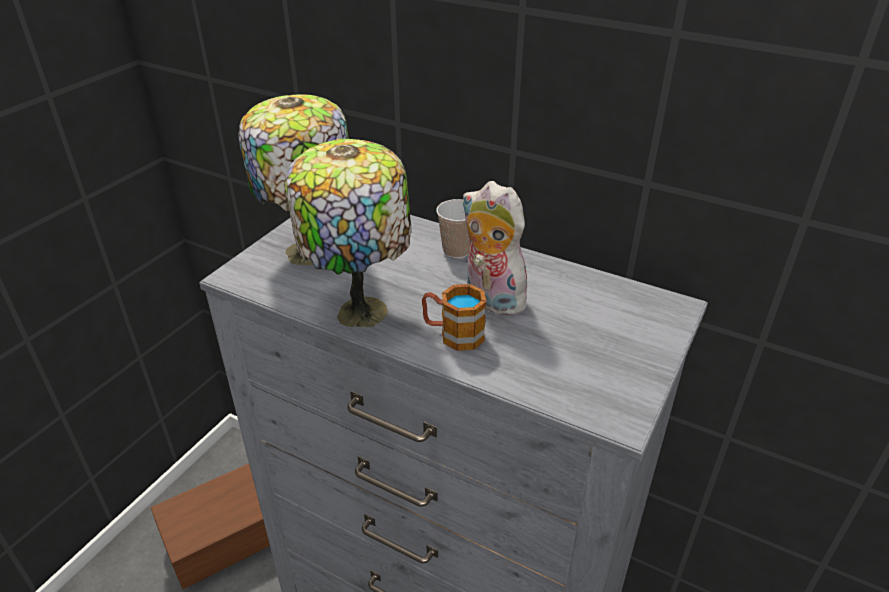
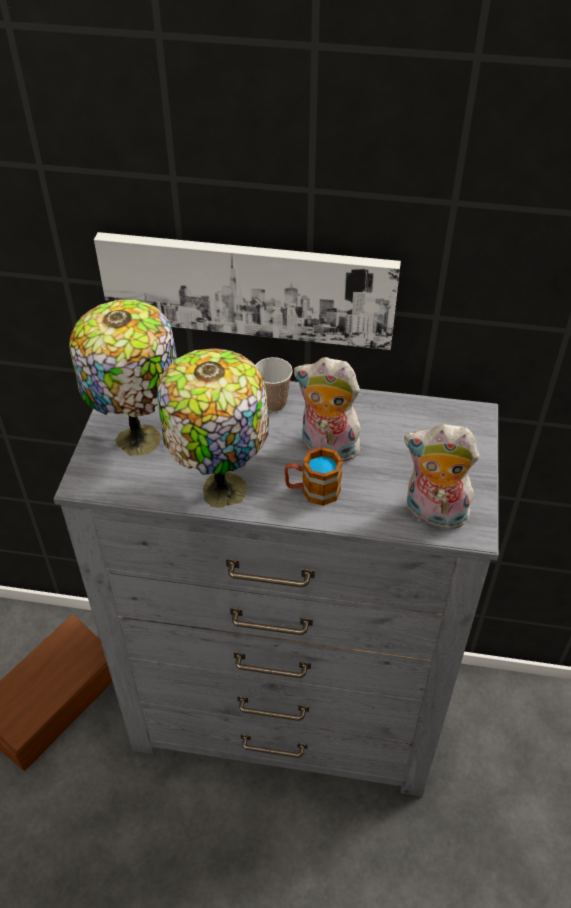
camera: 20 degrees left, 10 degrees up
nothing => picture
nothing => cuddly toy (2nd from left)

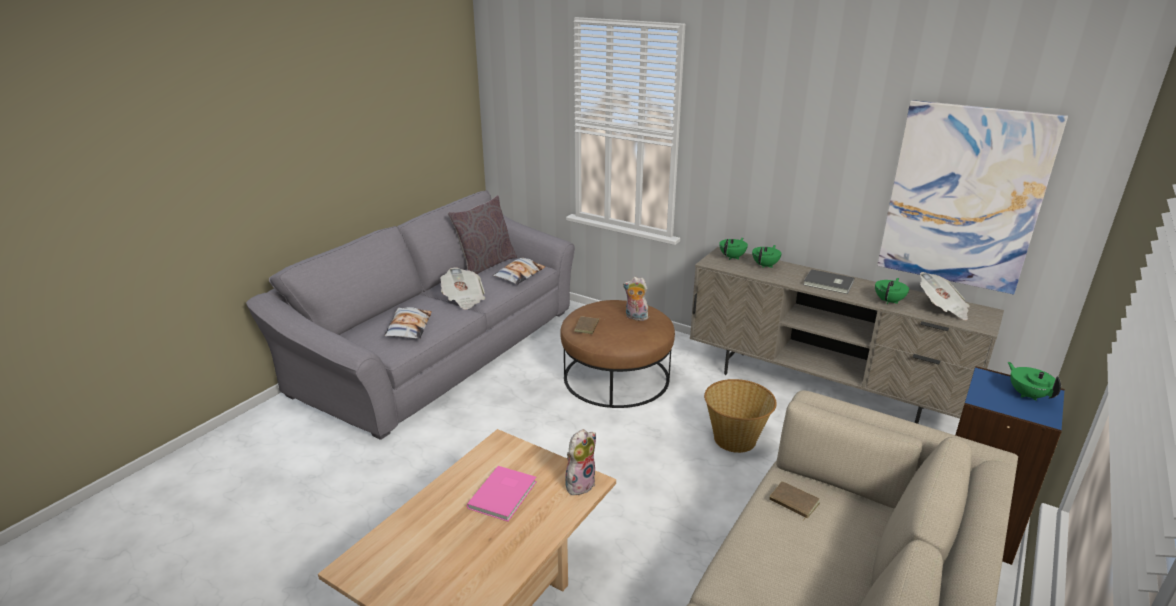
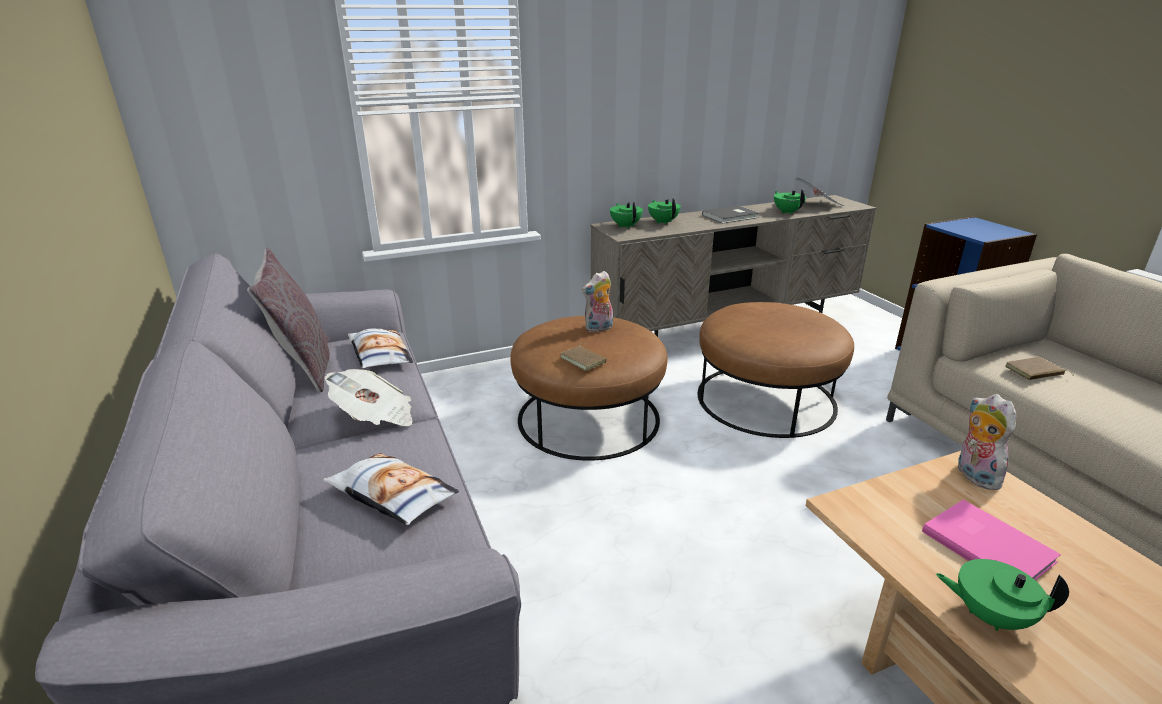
camera: 55 degrees left, 0 degrees up
household basket => brownish pouffe (2nd from left)
greenish teapot (4th from left), moved
picture => nothing

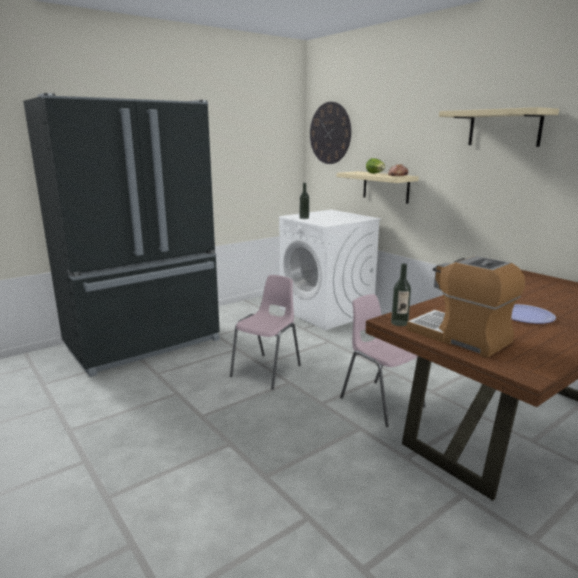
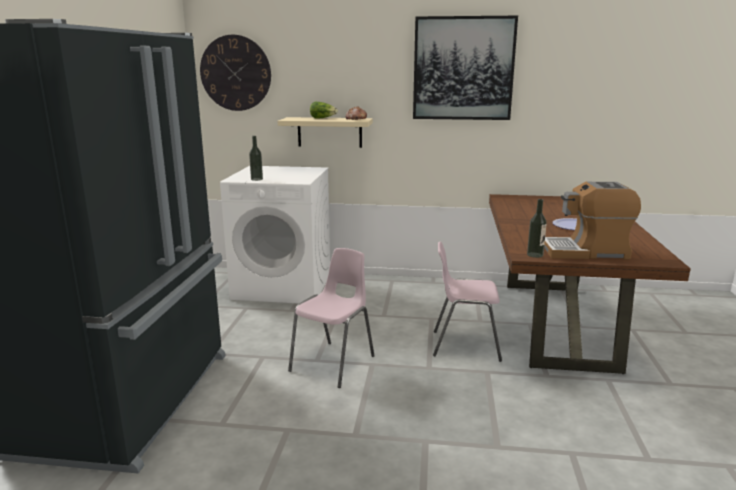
camera: 45 degrees left, 0 degrees up
pink-coloured upright chair (1st from left), 45 degrees clockwise
beige wall shelf (2nd from left) => picture

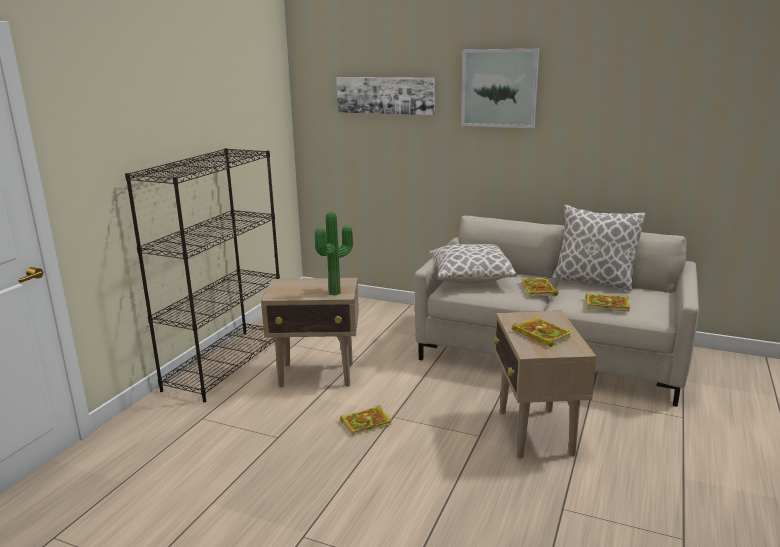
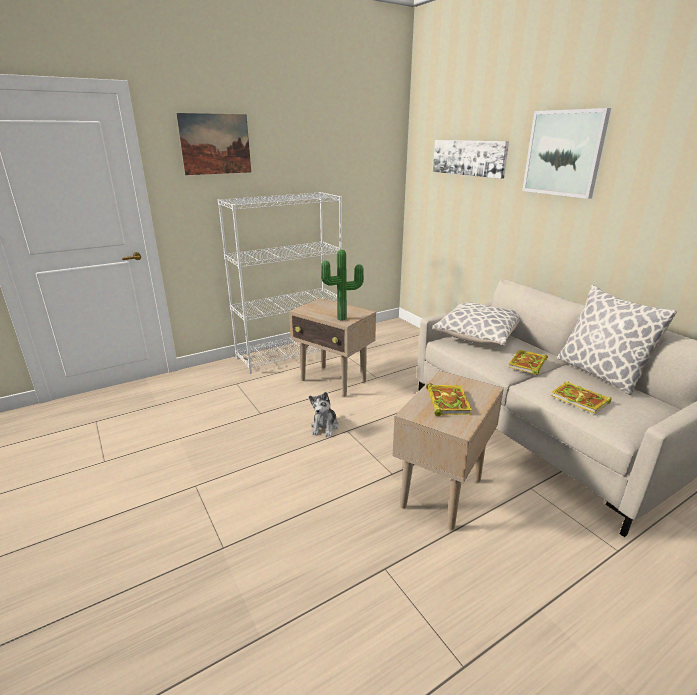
camera: 35 degrees right, 5 degrees up
nothing => picture (1st from left)
blackish shelving unit => white-coloured shelving unit
volume (1st from left) => cuddly toy

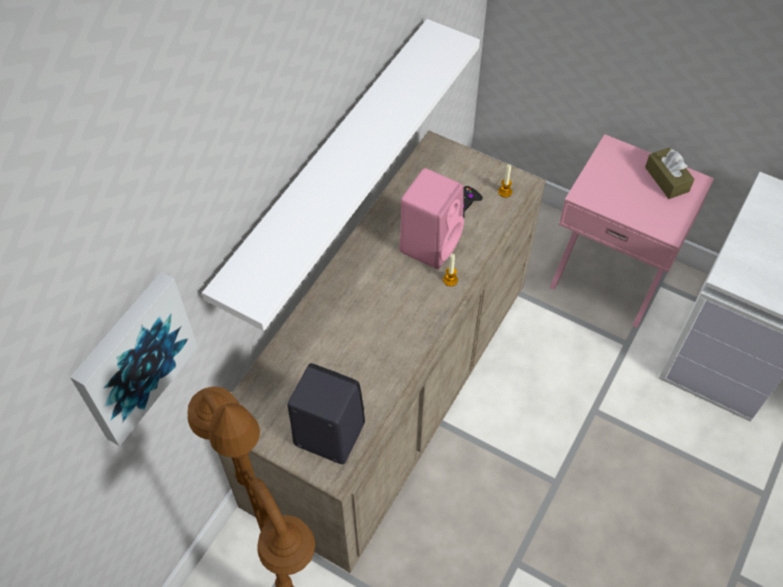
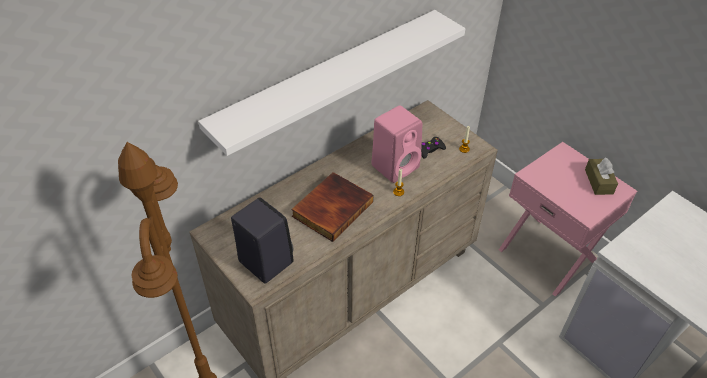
camera: 20 degrees right, 10 degrees down
nothing => volume
picture => nothing

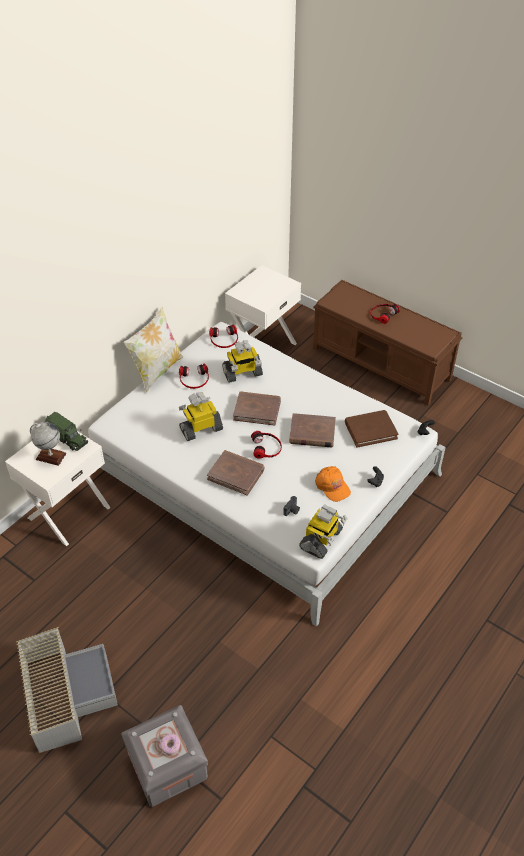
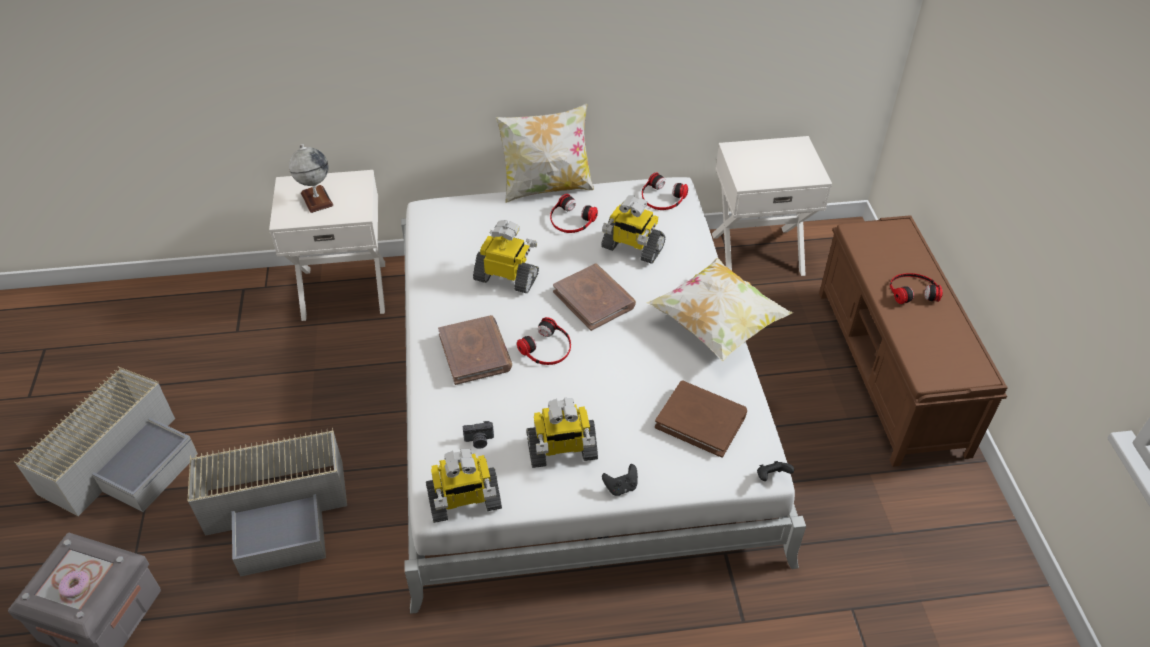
camera: 45 degrees right, 0 degrees up
nothing => greyish storage box (3rd from left)
orangey cap => model robot (3rd from left)
nothing => pillow (2nd from left)
toy truck => nothing
brownish volume (3rd from left) => nothing

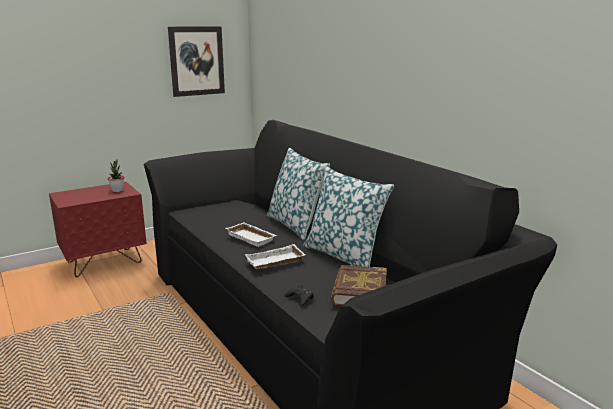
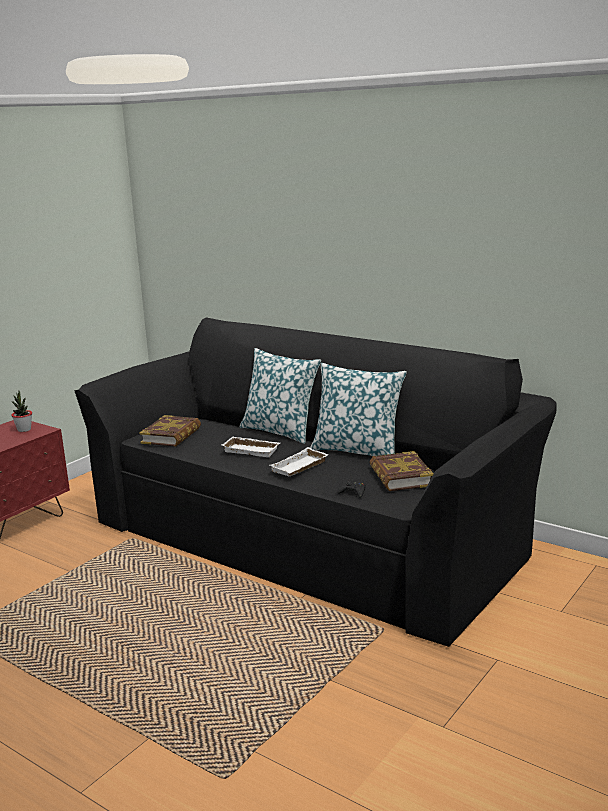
camera: 20 degrees left, 0 degrees up
nothing => volume (1st from left)
picture => nothing

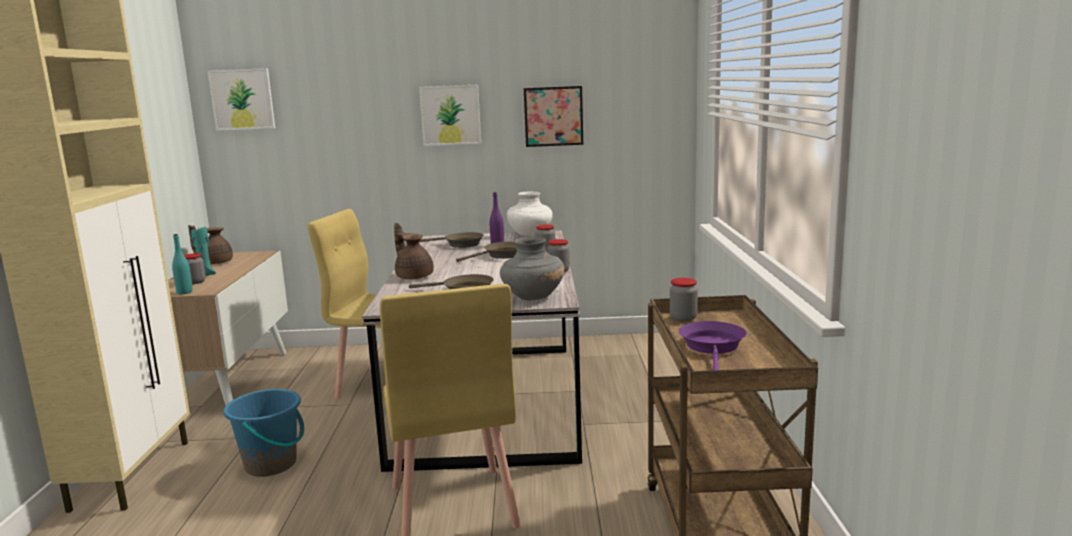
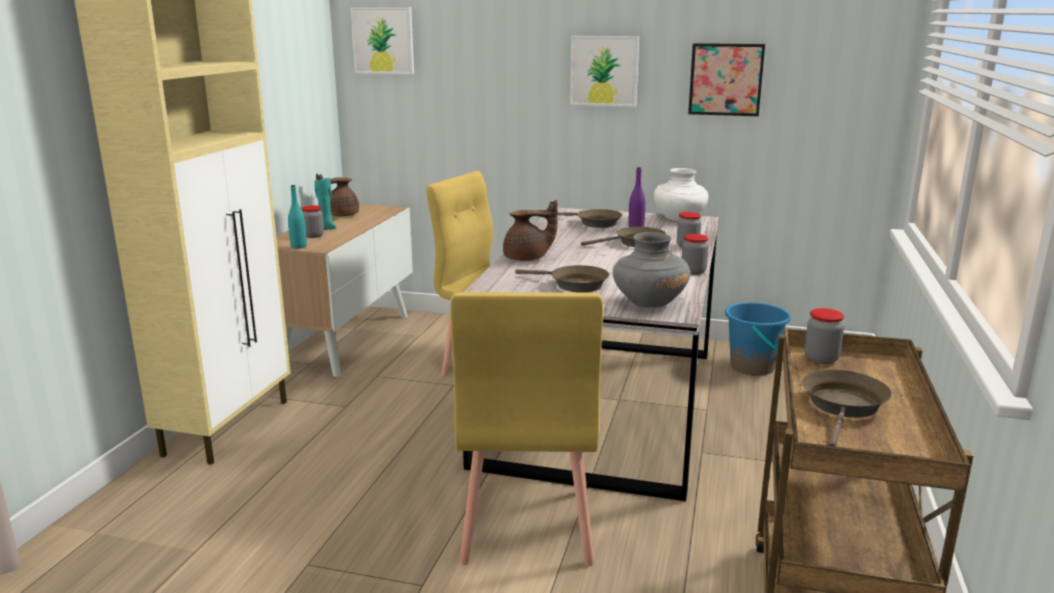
camera: 15 degrees right, 5 degrees up
brownish teapot (2nd from left), 105 degrees clockwise
blue-coloured water bucket, moved
purplish skillet => brownish skillet (4th from left)

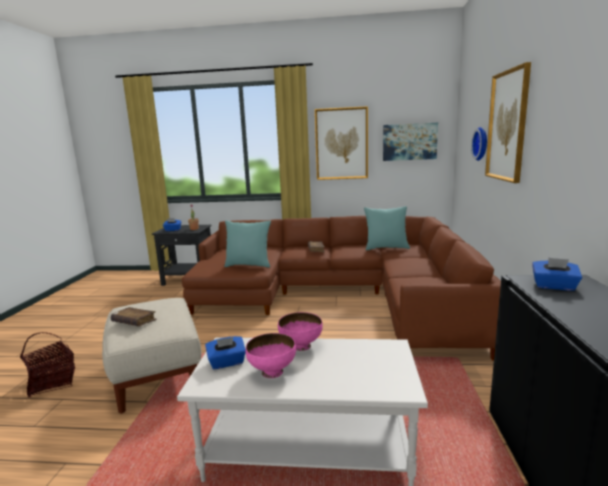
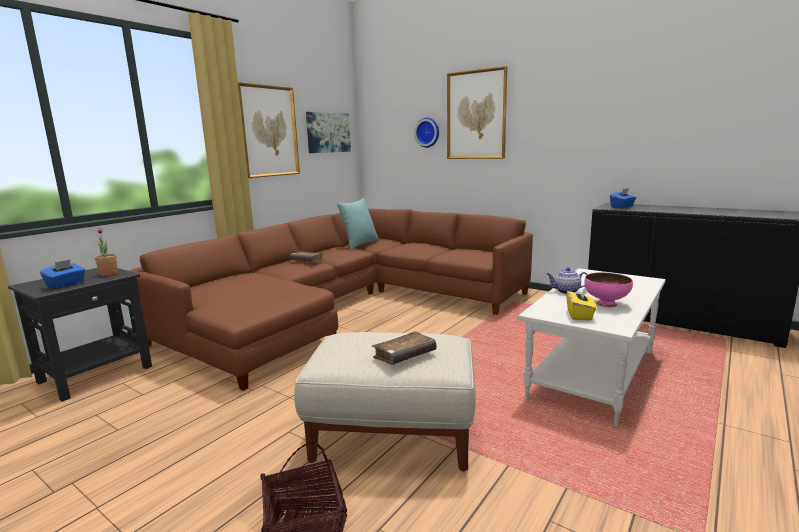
camera: 60 degrees left, 0 degrees up
pink-coloured serving bowl (2nd from left) => teapot
blue-coloured tissue holder (2nd from left) => yellow-coloured tissue holder
turquoise pillow (1st from left) => nothing

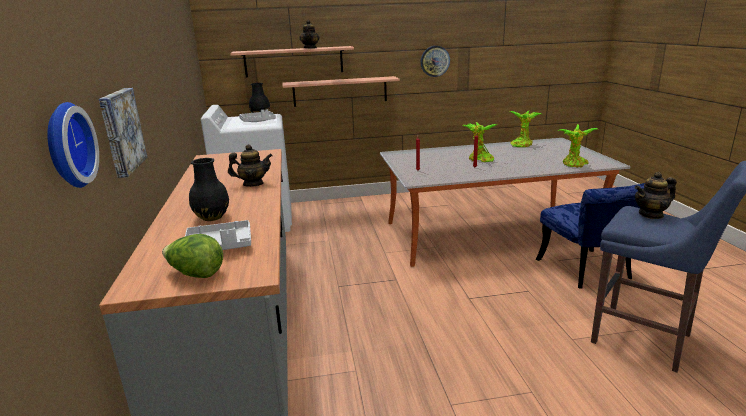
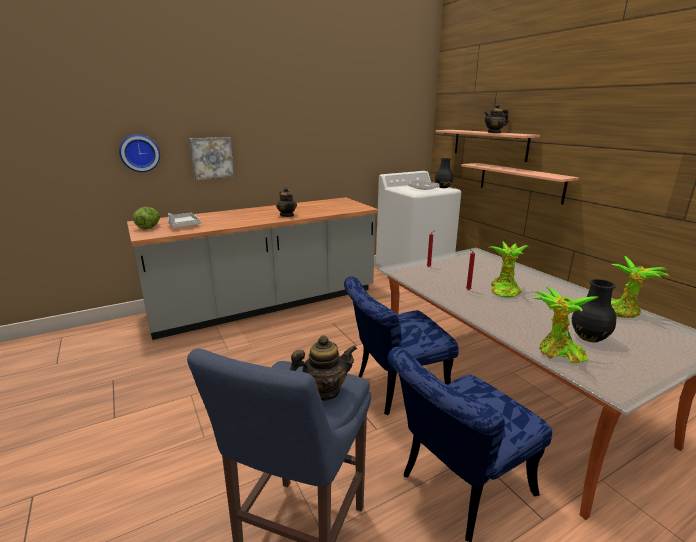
camera: 70 degrees right, 0 degrees up
teapot (3rd from left in the first image) => teapot (2nd from left), 105 degrees clockwise
nothing => blue-coloured upright chair (1st from left)
blackish decorative vase (1st from left in the first image) => blackish decorative vase (2nd from left), moved
wall clock (2nd from left) => nothing

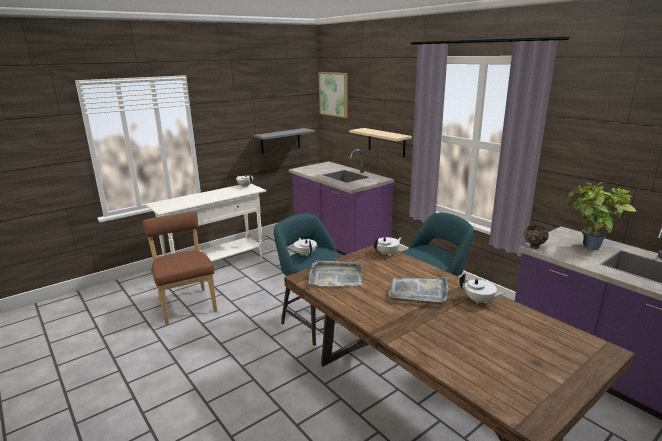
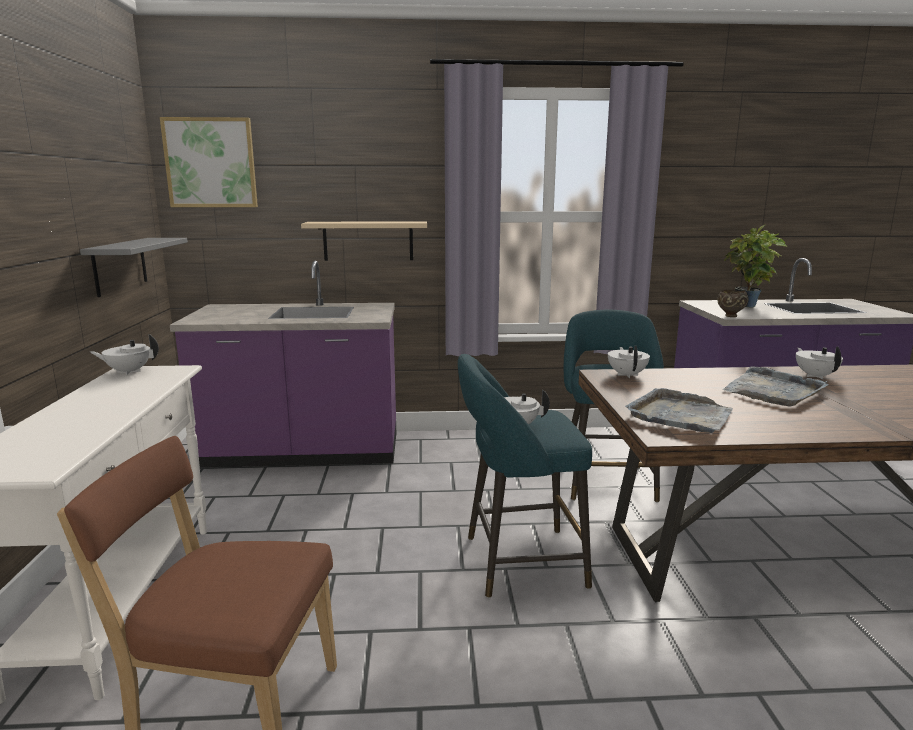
camera: 55 degrees left, 5 degrees down
white-coloured teapot (4th from left), 75 degrees counterclockwise

